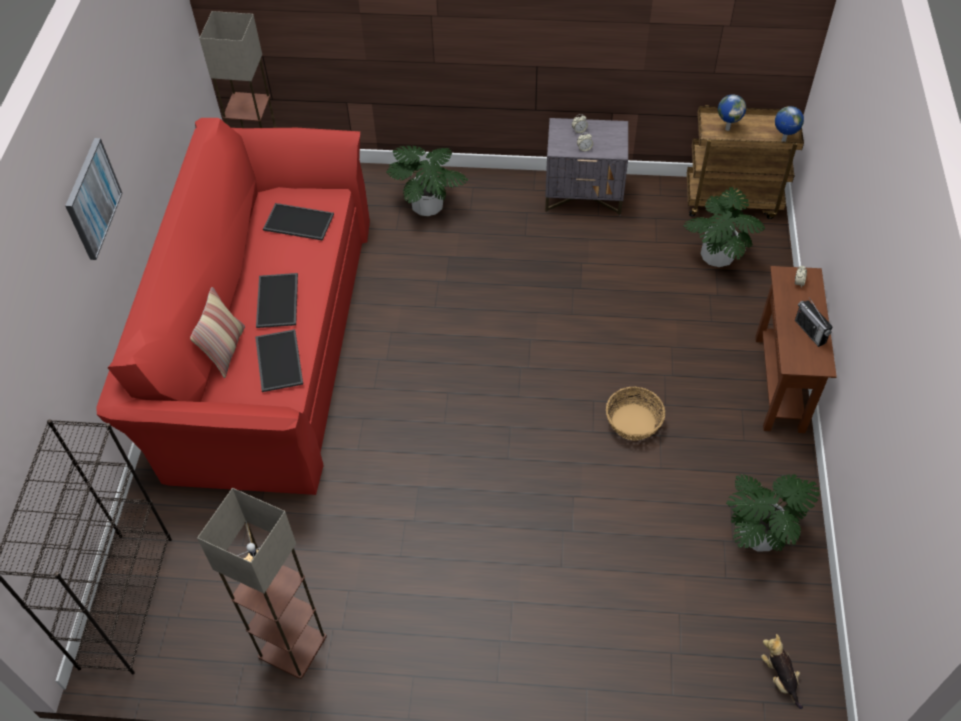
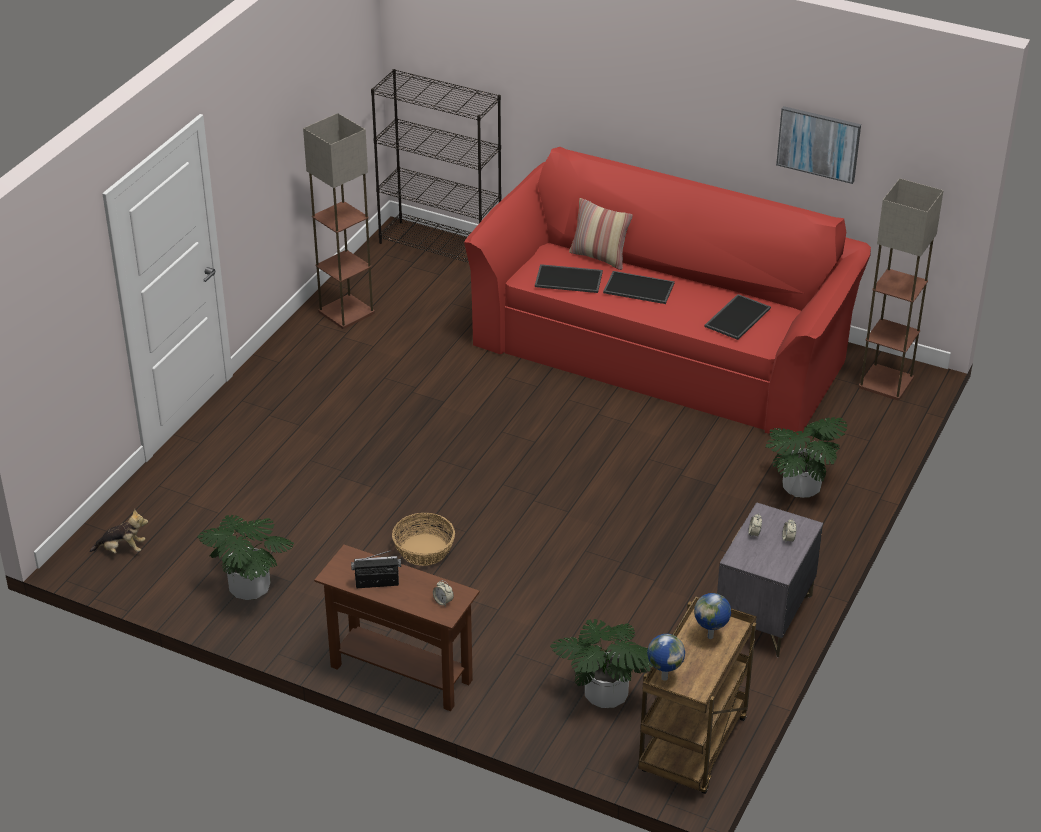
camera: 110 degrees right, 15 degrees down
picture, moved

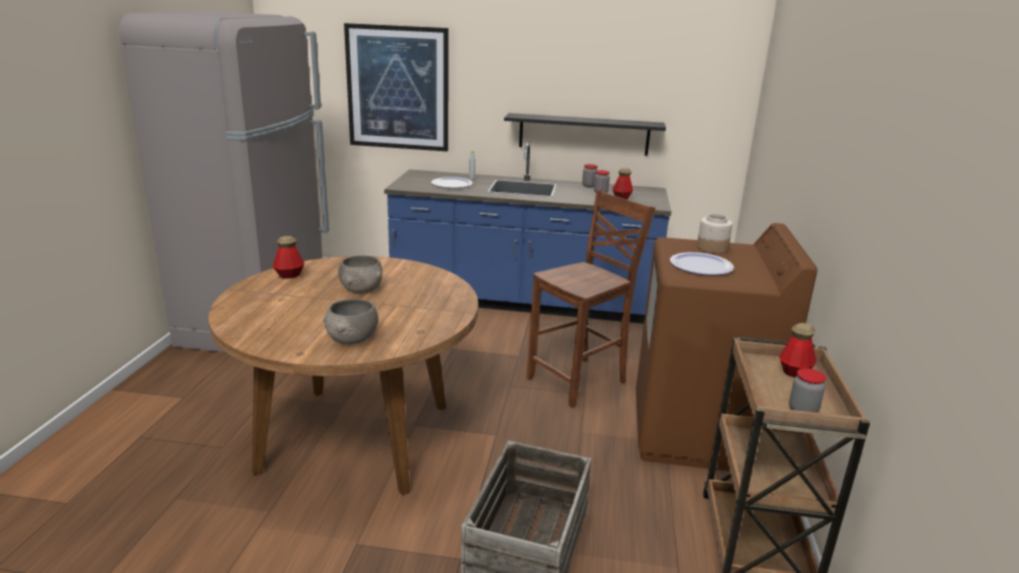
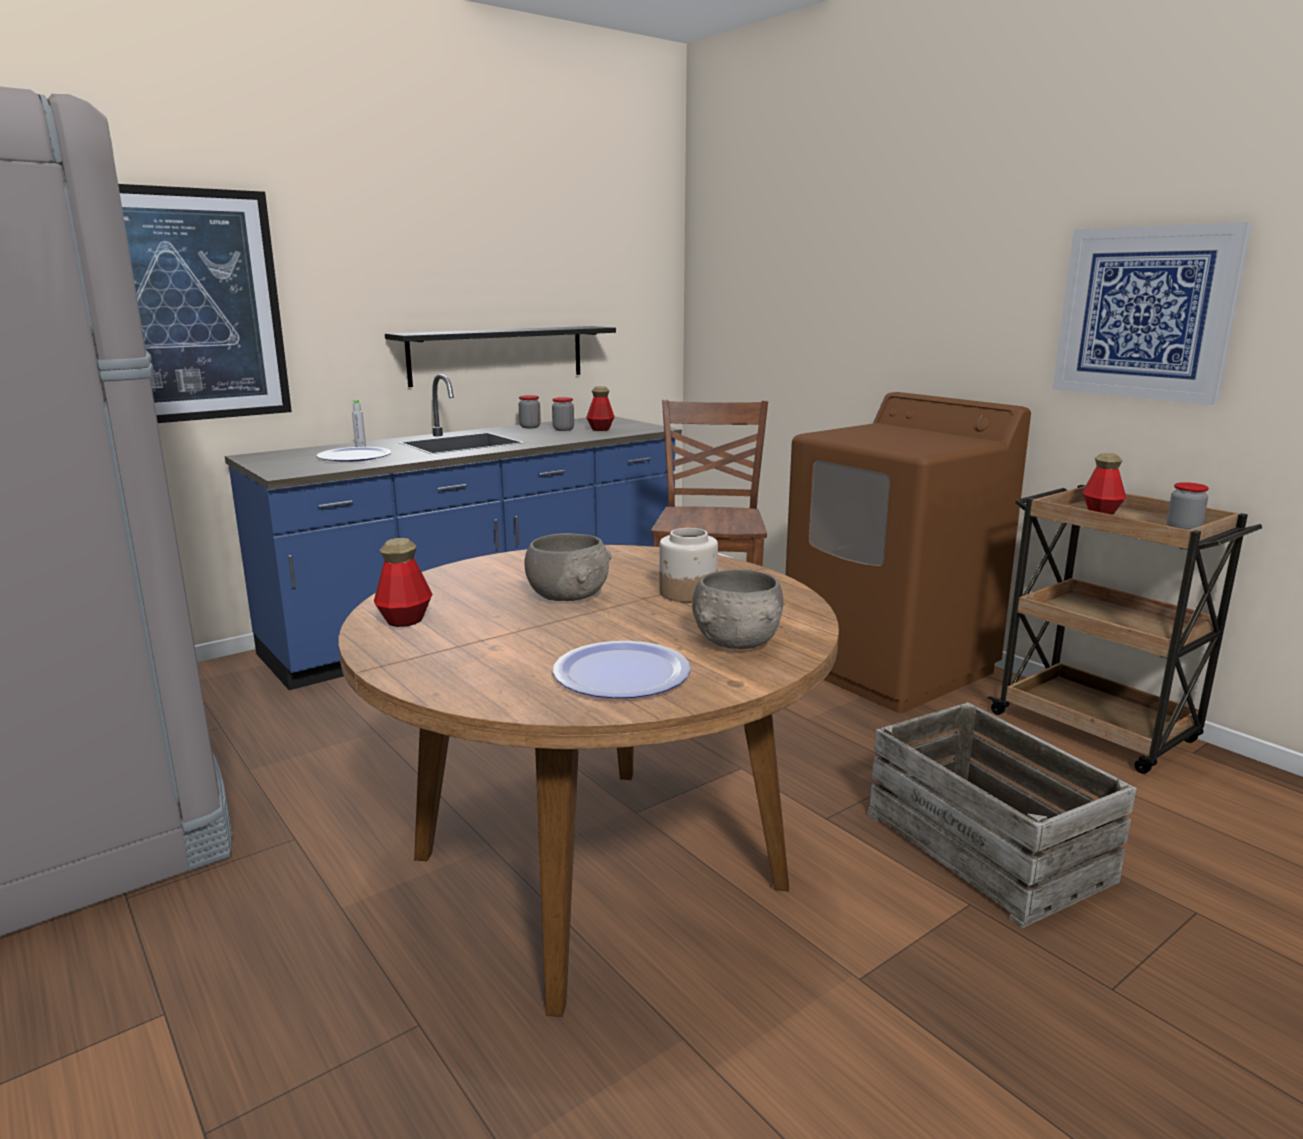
camera: 45 degrees left, 5 degrees down
dinner plate (2nd from left), moved
preserve jar (3rd from left), moved
nothing => picture (2nd from left)

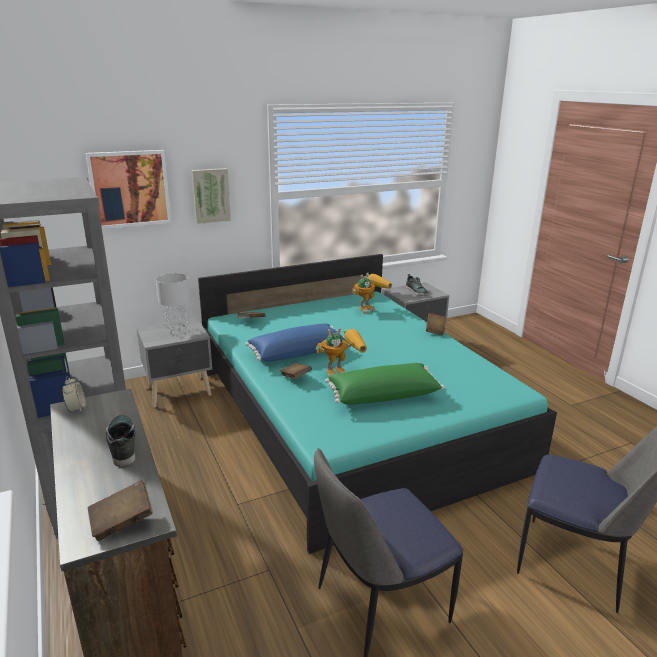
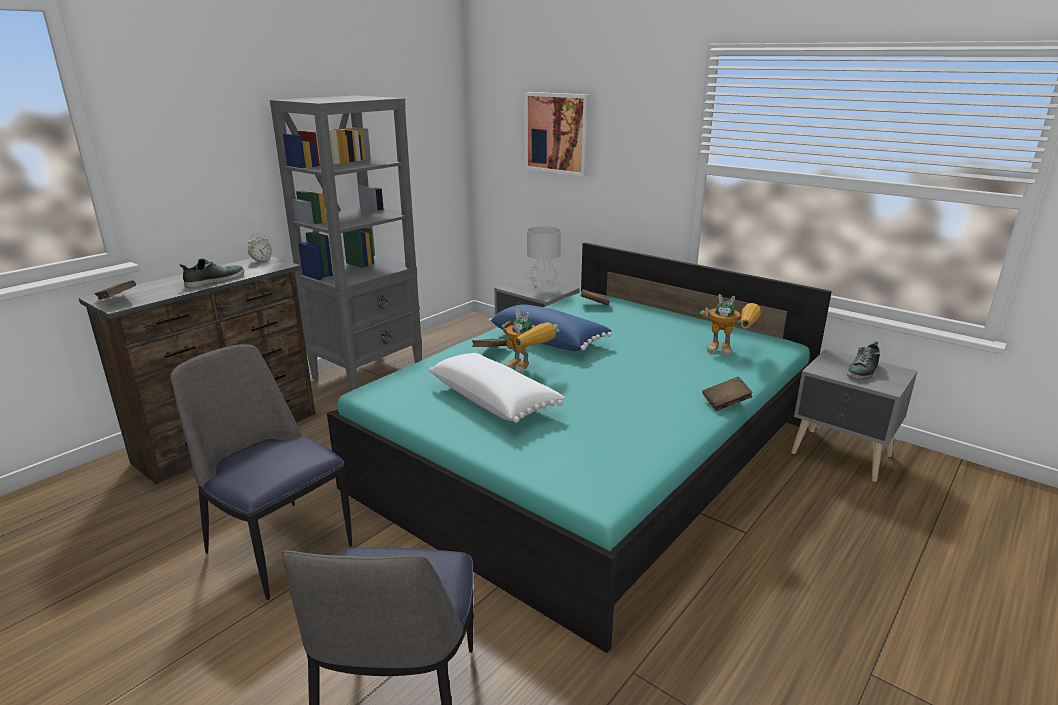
camera: 65 degrees right, 0 degrees up
greenish pillow => white-coloured pillow
picture (2nd from left) => nothing

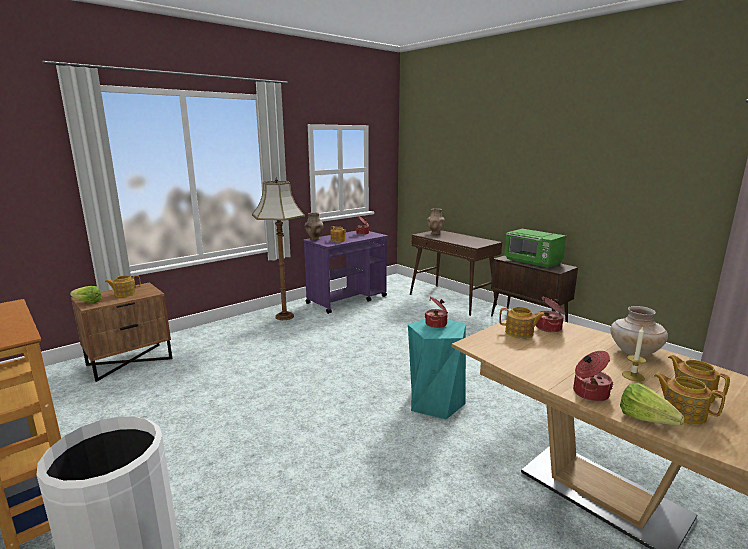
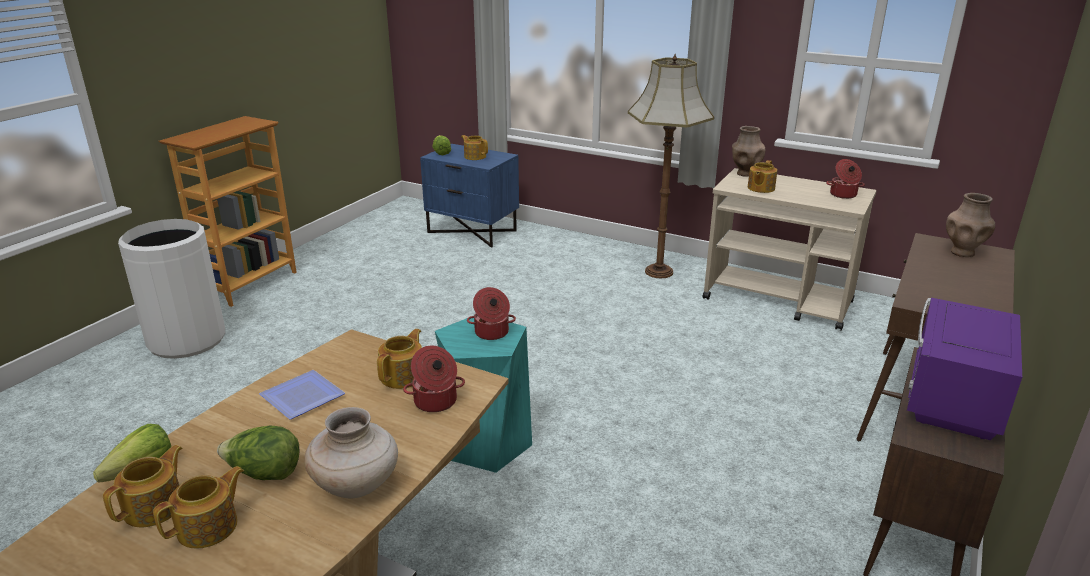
camera: 70 degrees right, 10 degrees up
candle => lettuce head (2nd from left)
nothing => dinner plate
teapot (3rd from left), 150 degrees counterclockwise
brownish bedside table => blue-coloured bedside table
purplish wheeled cart => beige wheeled cart
greenish kitchen microwave => purplish kitchen microwave
stockpot (4th from left) => nothing

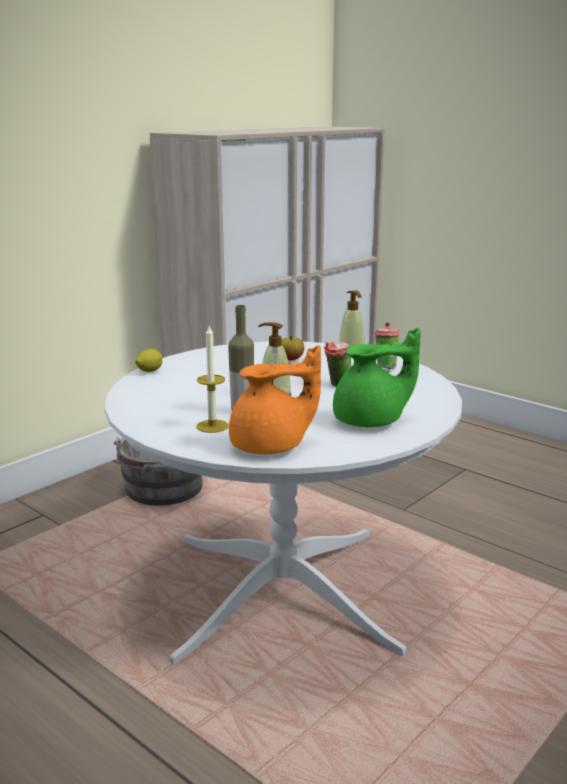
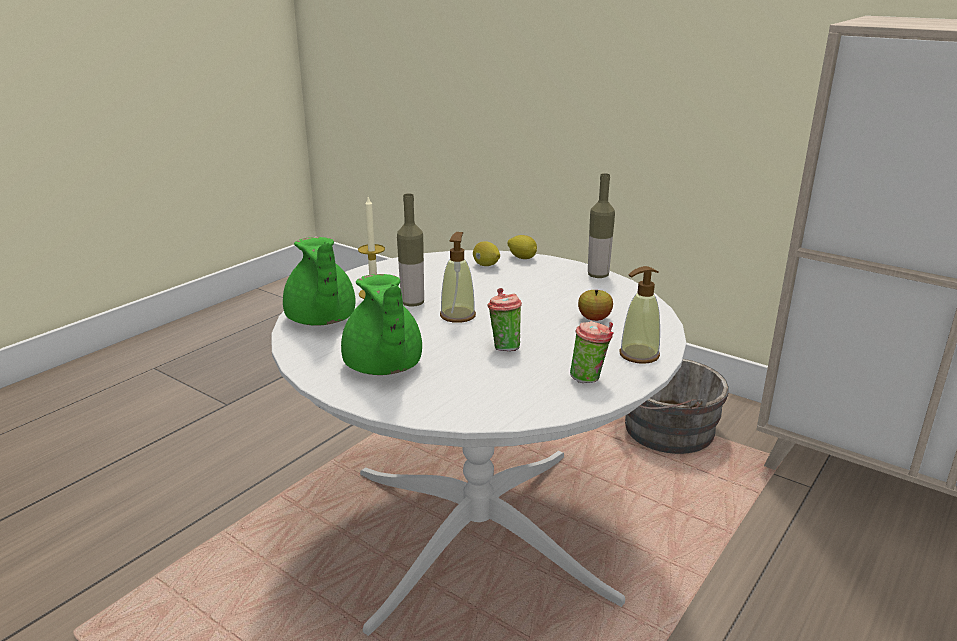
camera: 85 degrees right, 5 degrees up
orangey teapot => greenish teapot (1st from left)
nothing => lemon (1st from left)
nothing => drink bottle (2nd from left)

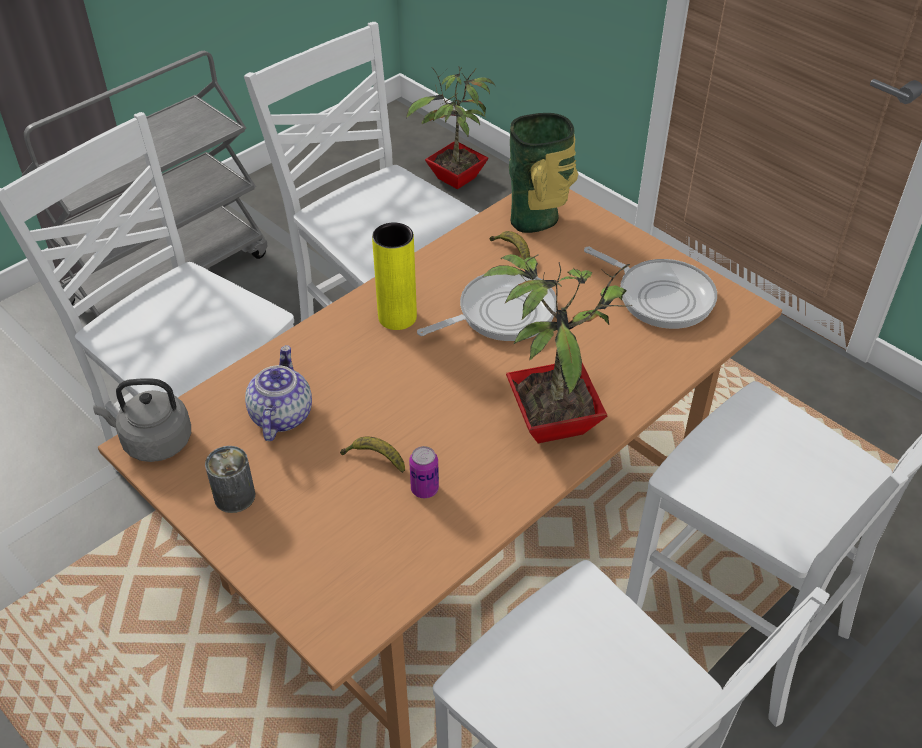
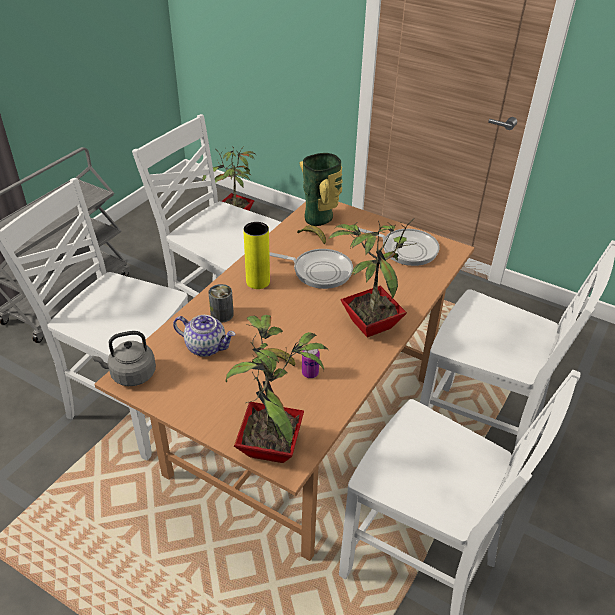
camera: 15 degrees left, 5 degrees down
teapot, 120 degrees clockwise
sealed can (1st from left), moved
nothing => plant in a pot (2nd from left)
skillet (1st from left), 60 degrees clockwise

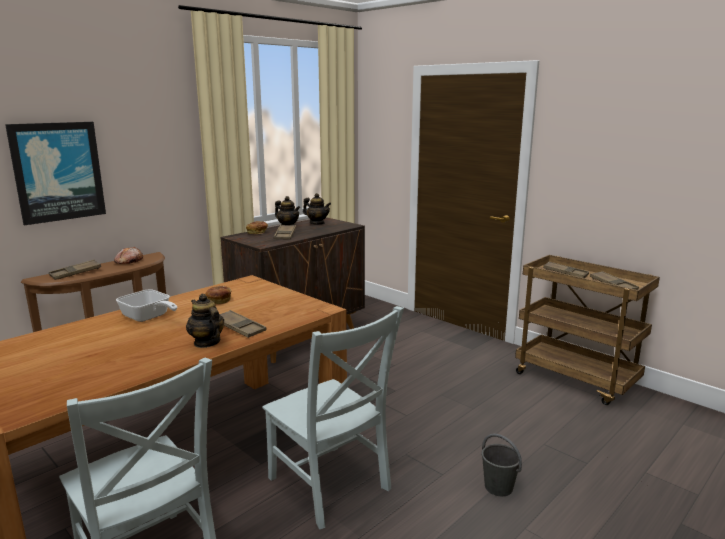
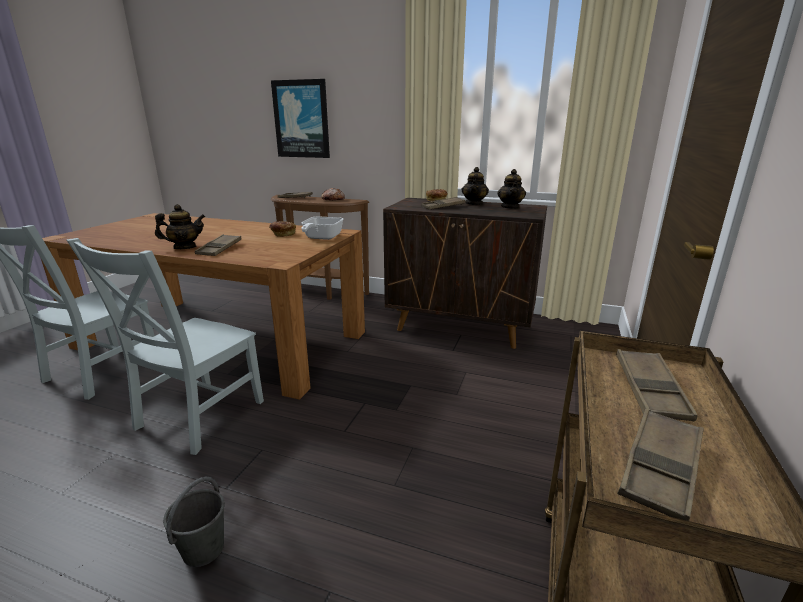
camera: 65 degrees right, 5 degrees up
teapot (1st from left), 45 degrees clockwise
skillet, moved

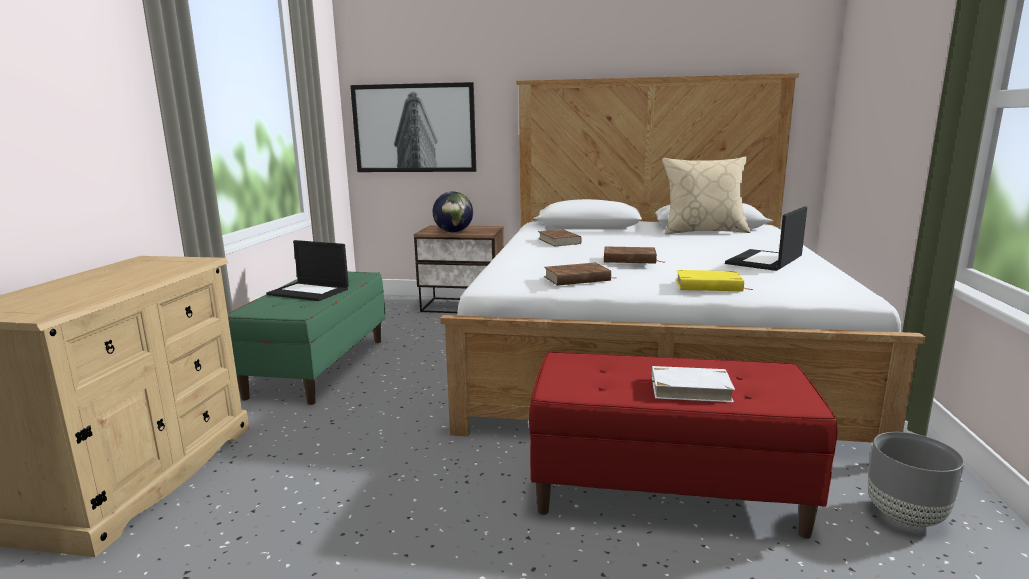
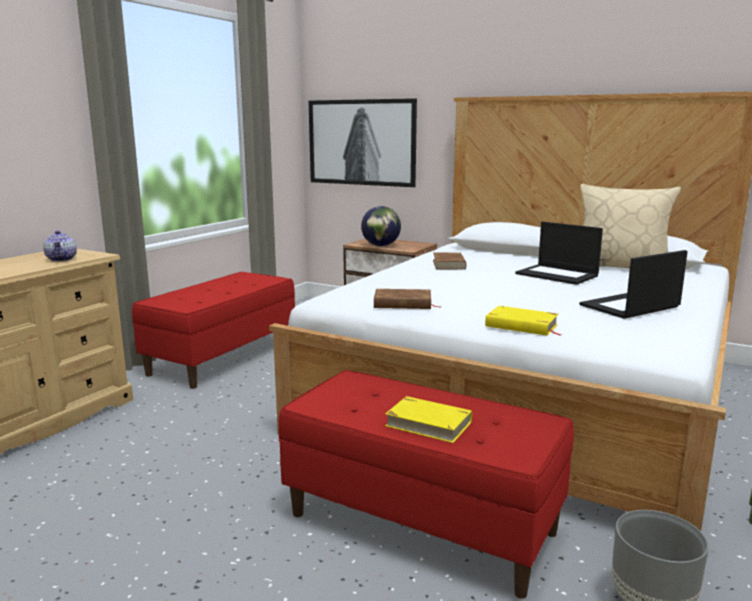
camera: 20 degrees right, 0 degrees up
nothing => teapot
greenish long seat => red-coloured long seat (1st from left)
white-coloured volume => yellow-coloured volume (1st from left)
portable computer (1st from left), moved
brownish volume (3rd from left) => nothing

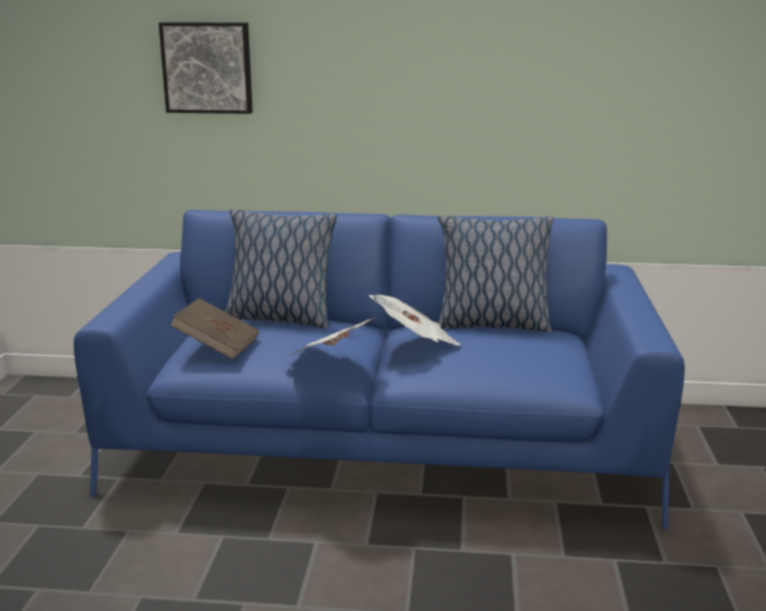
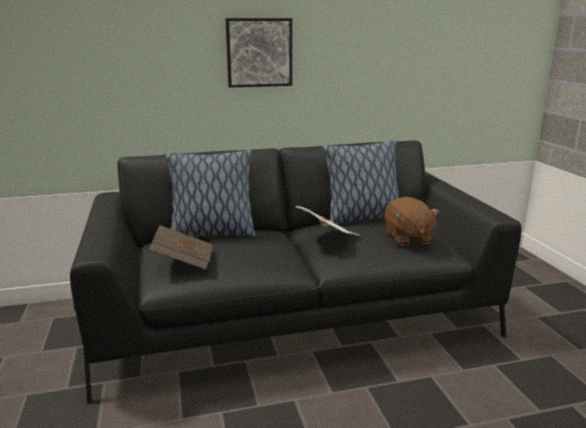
camera: 20 degrees left, 0 degrees up
blue-coloured settee => blackish settee
picture, moved
nothing => brownish cuddly toy
printed paper (1st from left) => nothing

